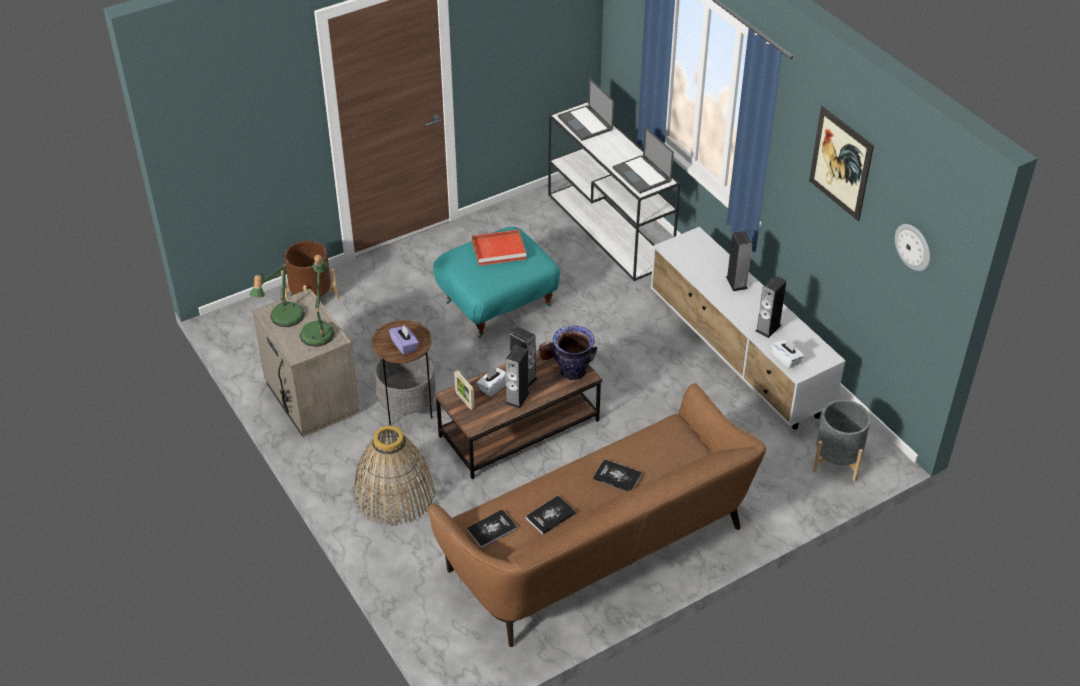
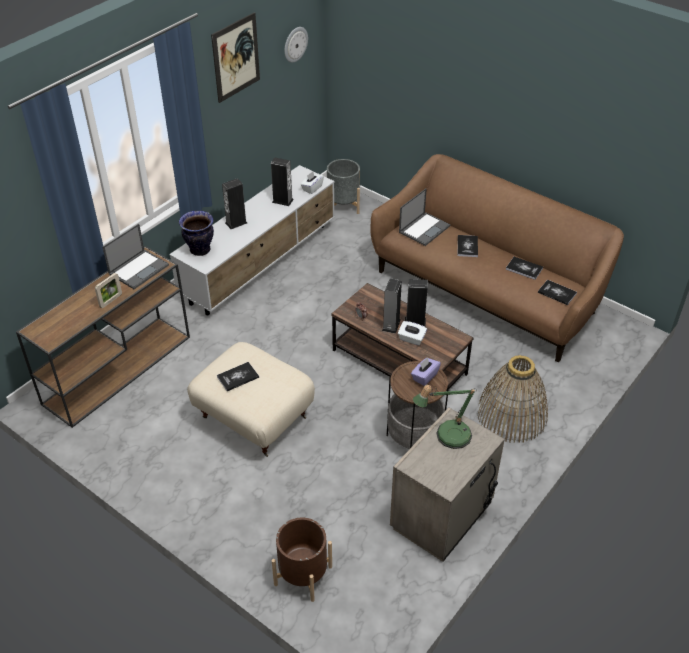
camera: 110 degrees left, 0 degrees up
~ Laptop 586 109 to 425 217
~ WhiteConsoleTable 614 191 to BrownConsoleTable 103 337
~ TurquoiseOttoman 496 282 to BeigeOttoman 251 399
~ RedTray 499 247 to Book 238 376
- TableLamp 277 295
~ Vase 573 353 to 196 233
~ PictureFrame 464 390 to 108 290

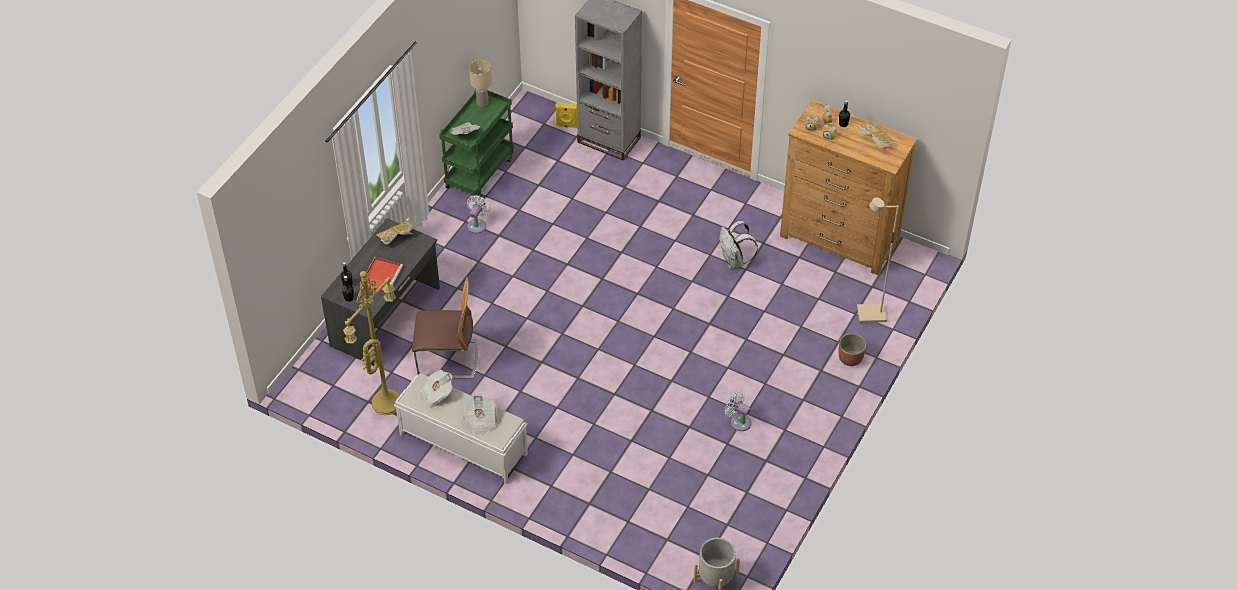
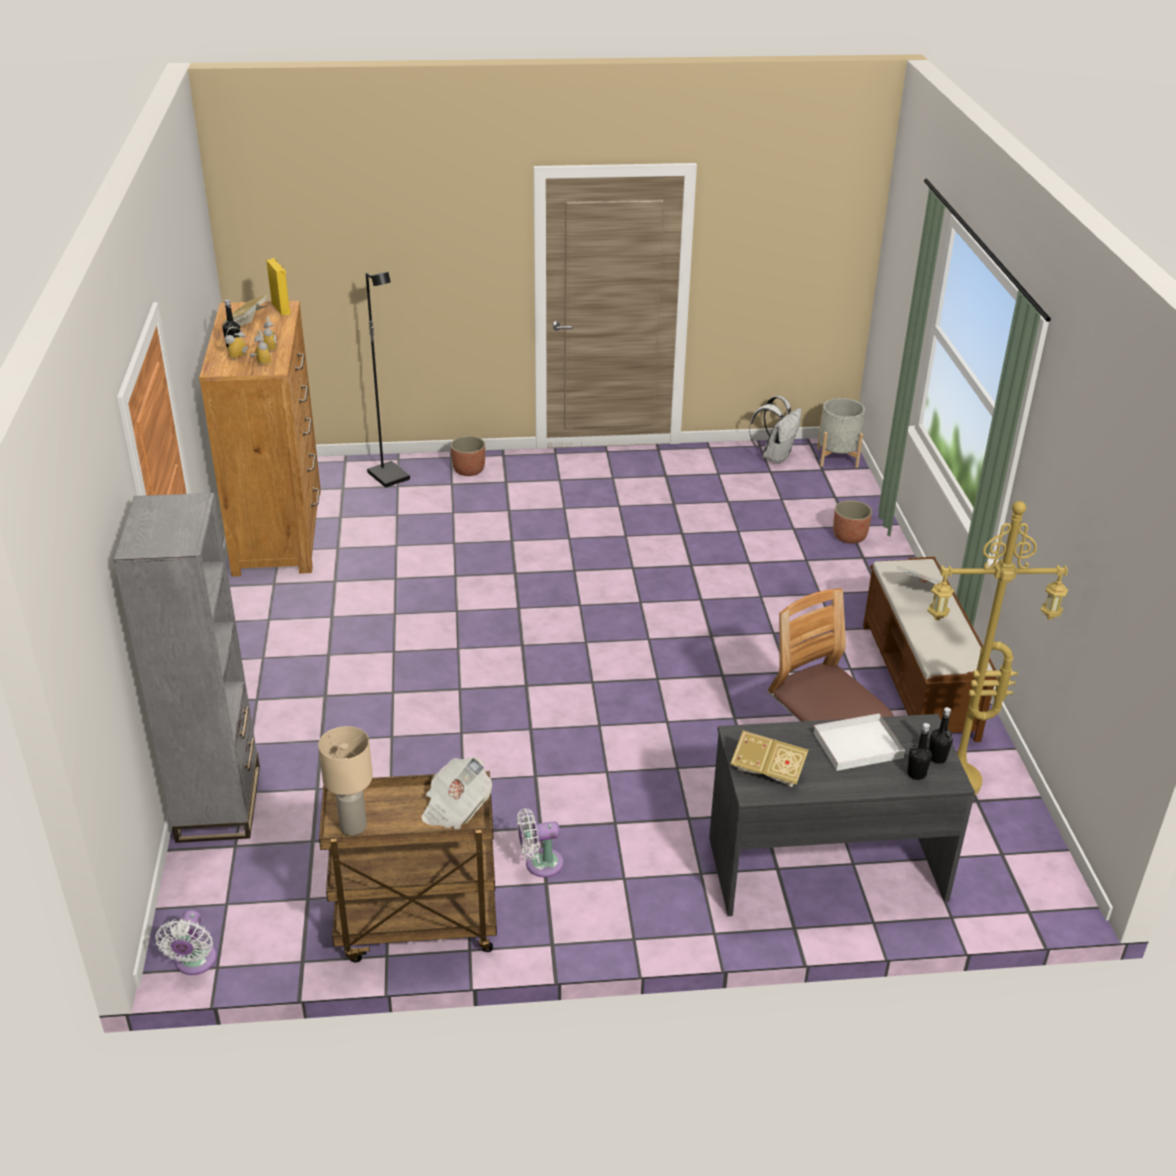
camera: 125 degrees left, 15 degrees down
~ GreenCart 476 144 to BrownCart 408 867
~ YellowSpeaker 566 115 to 278 286
~ BeigeFloorLamp 878 260 to BlackFloorLamp 388 380
~ WhiteBackpack 738 245 to 775 430
~ RedTray 381 275 to WhiteTray 859 742
- Newspaper 435 388
~ WhiteBench 461 428 to BrownBench 930 649
~ WhiteFan 738 411 to 186 942
+ Planter 852 522

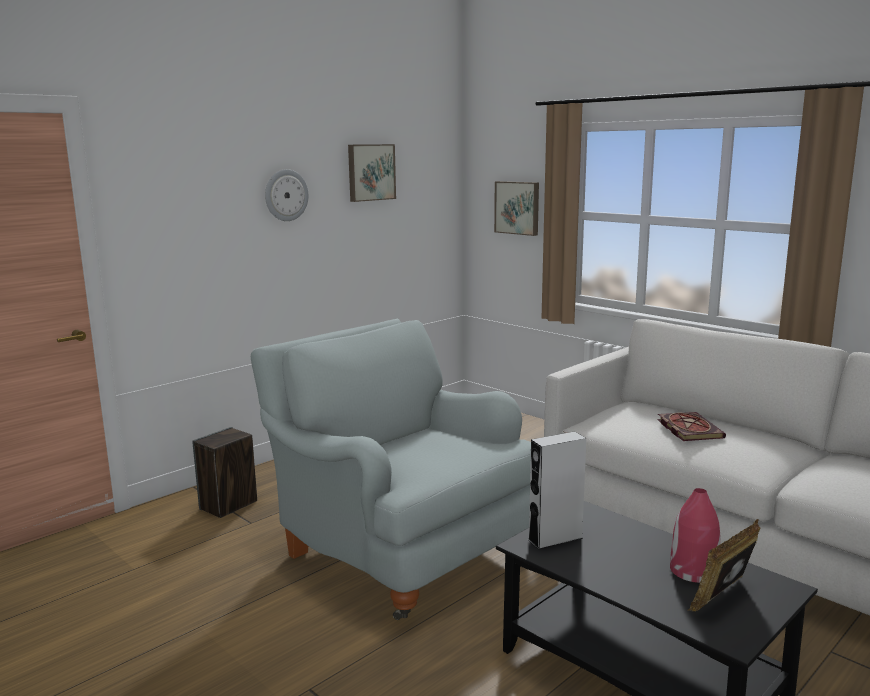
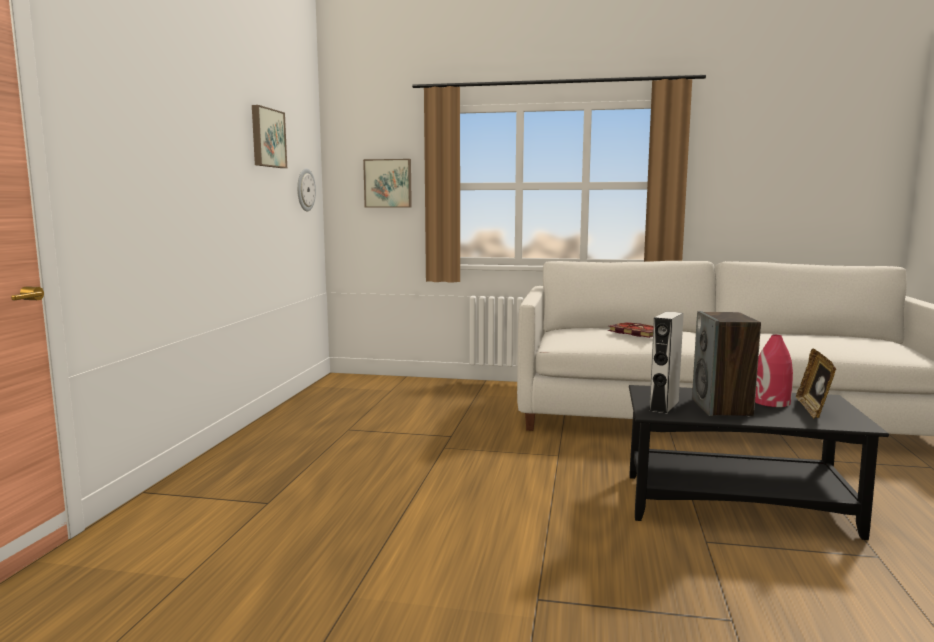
camera: 35 degrees left, 5 degrees down
~ WallClock 287 195 to 306 190
- GreyArmchair 391 469
~ Speaker 224 472 to 726 363

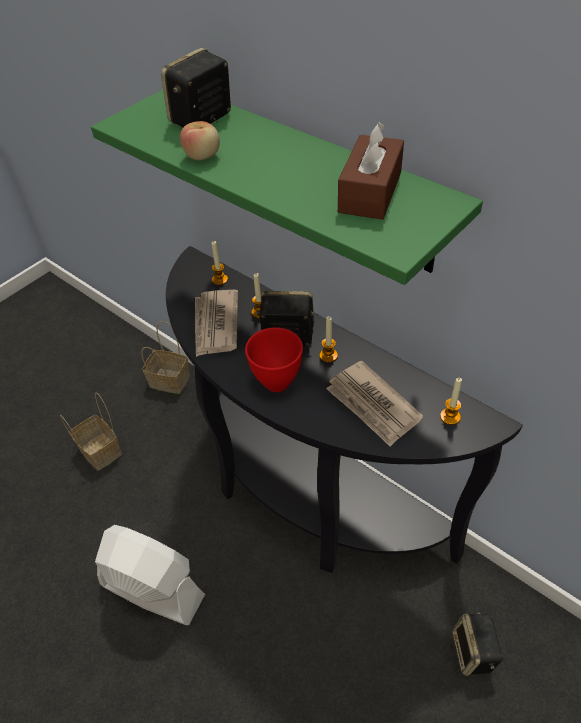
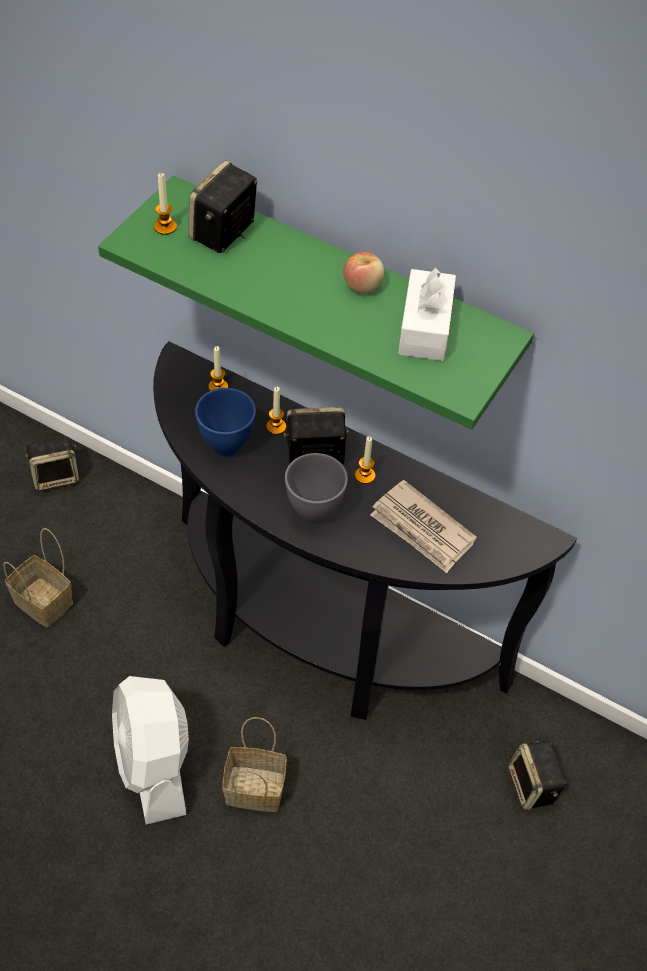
camera: 15 degrees left, 5 degrees up
~ Apple 200 141 to 363 272
~ BrownTissueBox 371 171 to WhiteTissueBox 427 314
~ Newspaper 216 323 to BlueBowl 225 422
~ Basket 165 357 to 254 764
~ RedBowl 274 359 to GreyBowl 316 488
~ Candle 451 401 to 165 204
~ WhiteFan 150 575 = 150 750 120 degrees counterclockwise
+ Speaker 52 463

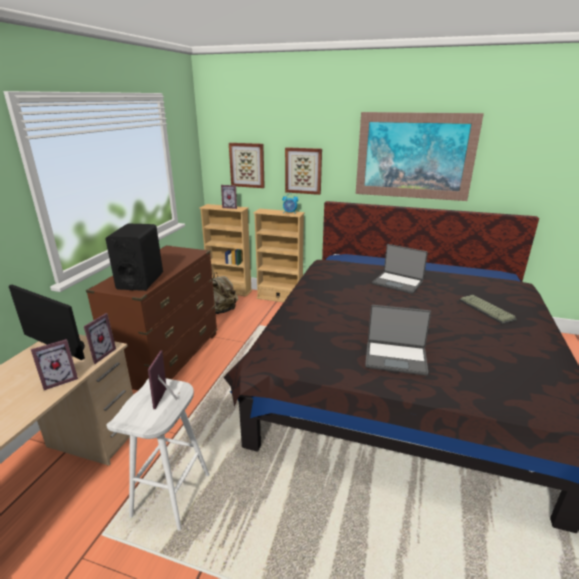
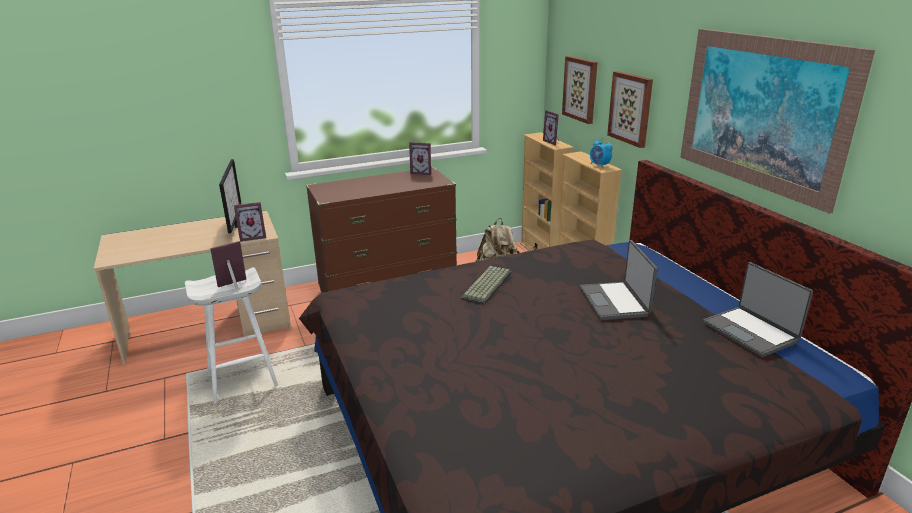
camera: 50 degrees right, 0 degrees up
- BlackSpeaker 134 257
~ Keyboard 488 310 to 486 285
~ Laptop 398 340 to 758 309
~ PictureFrame 54 364 to 420 159

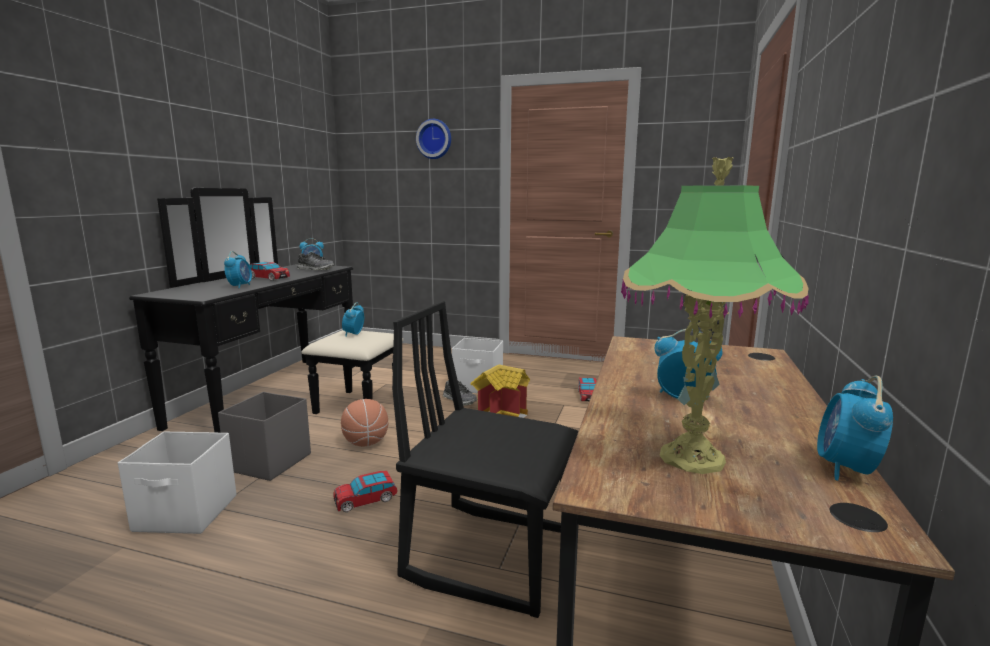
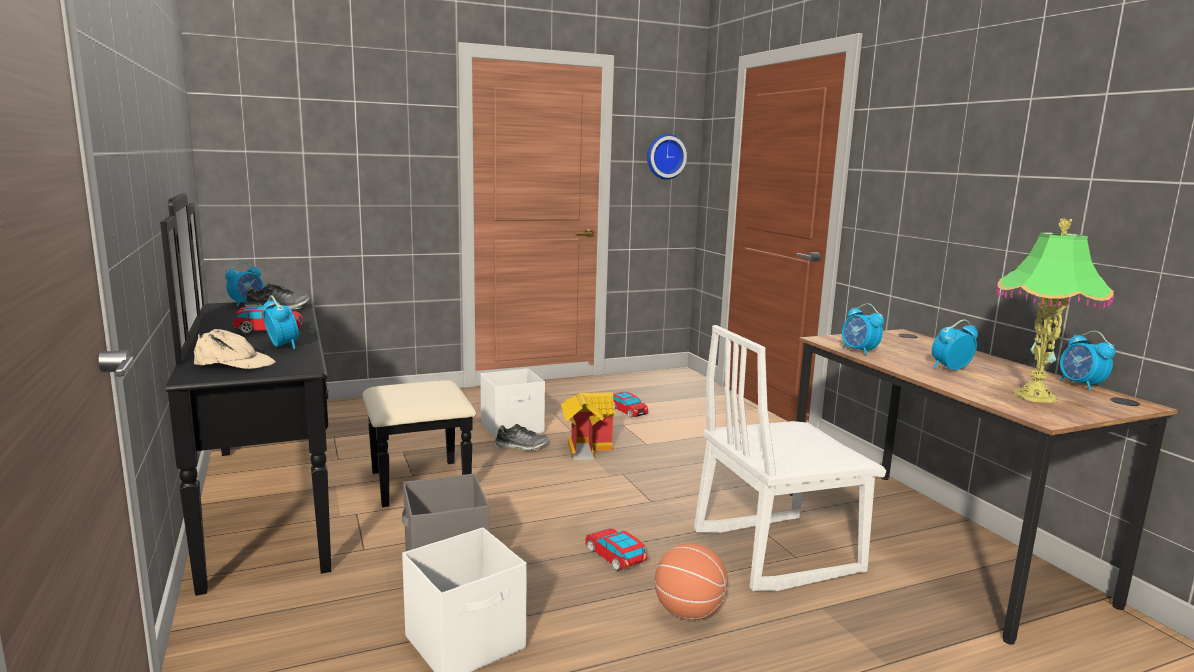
camera: 40 degrees left, 0 degrees up
~ WallClock 433 139 to 667 157
~ BlackChair 485 459 to WhiteChair 790 458
~ AlarmClock 353 319 to 863 329
~ Basketball 364 423 to 691 581
~ ToyCar 365 491 = 616 549 120 degrees clockwise
+ BeigeCap 235 349

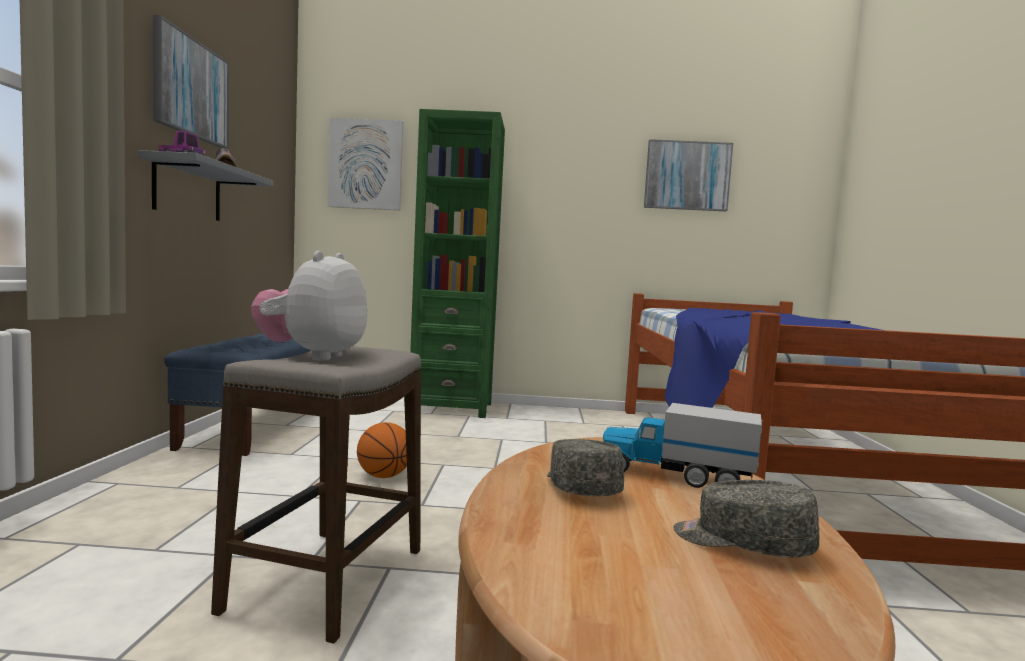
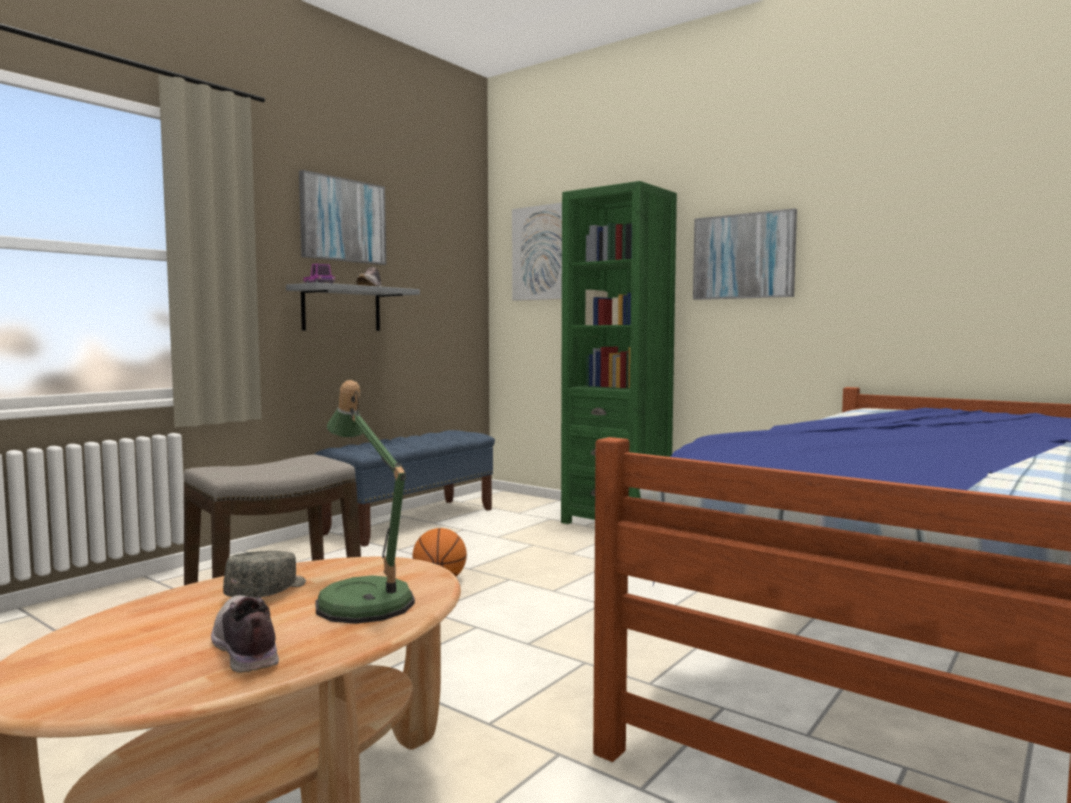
camera: 35 degrees right, 0 degrees up
~ Picture 688 175 to 745 254
- PlushToy 309 306
~ ToyTruck 682 445 to TableLamp 365 502
~ GreyCap 746 518 to Shoe 245 634

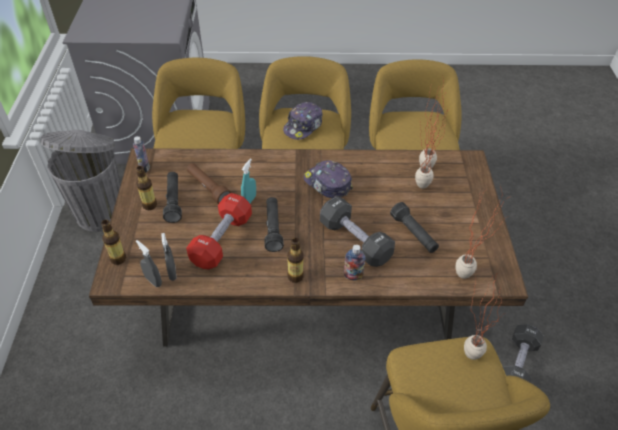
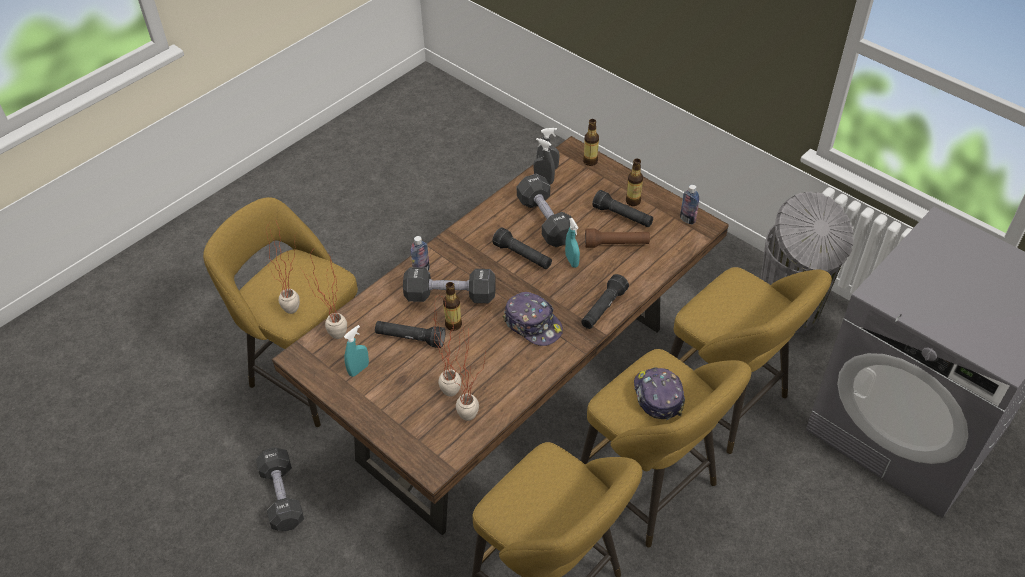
camera: 135 degrees right, 0 degrees up
~ Cap 328 179 = 533 319 45 degrees clockwise
~ RedDumbbell 219 231 to BlackDumbbell 547 210
~ Bottle 295 260 to 452 306
+ BlackFlashlight 605 301
+ TurquoiseSprayBottle 356 351

